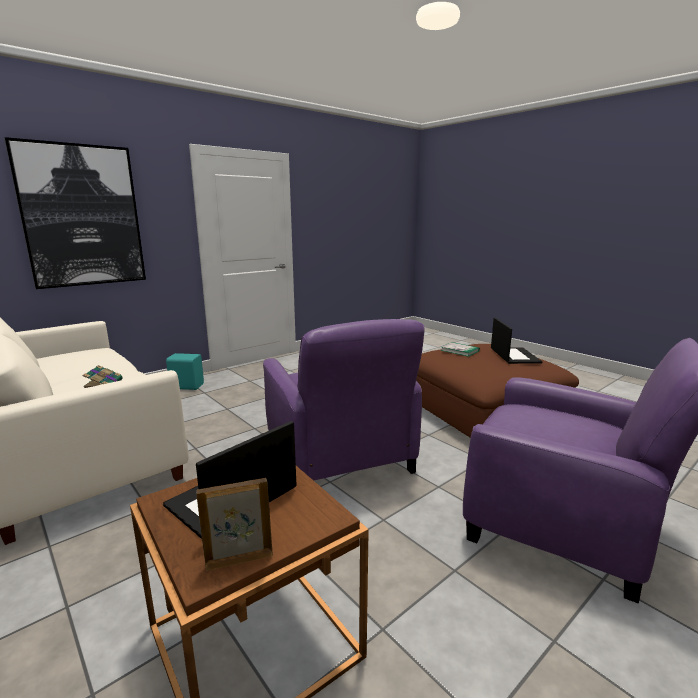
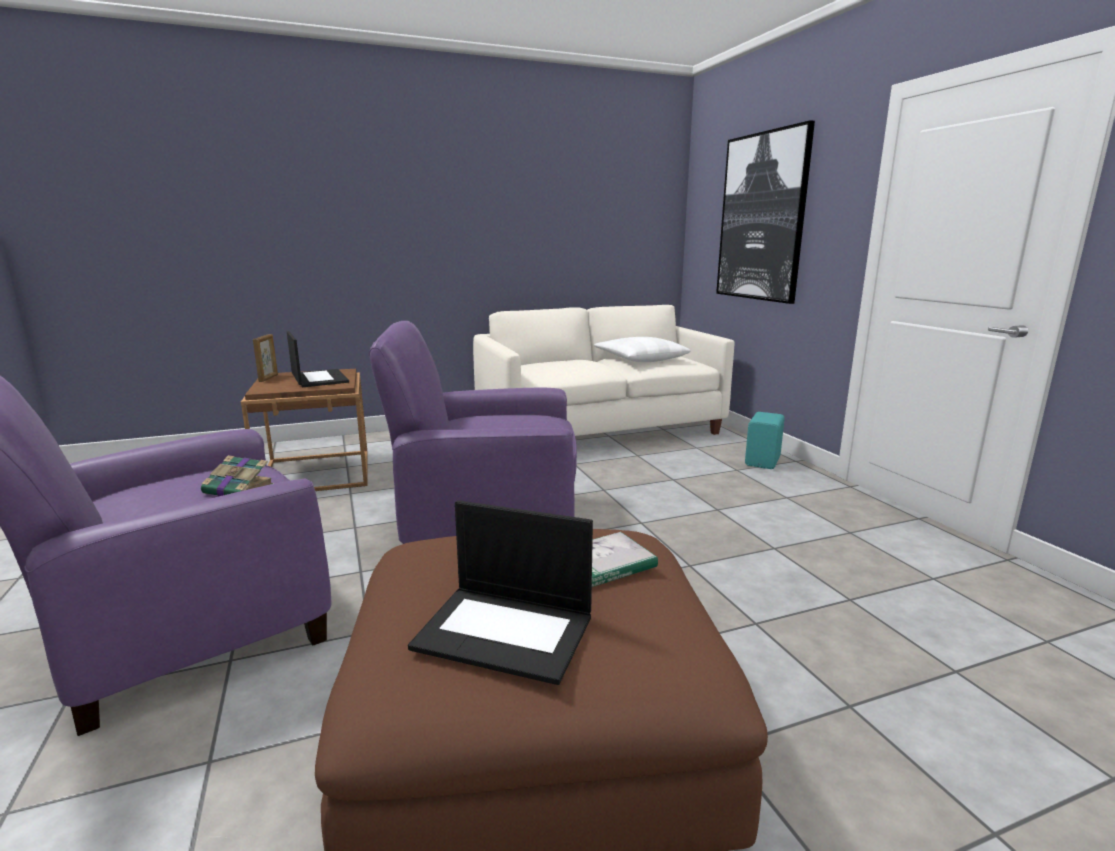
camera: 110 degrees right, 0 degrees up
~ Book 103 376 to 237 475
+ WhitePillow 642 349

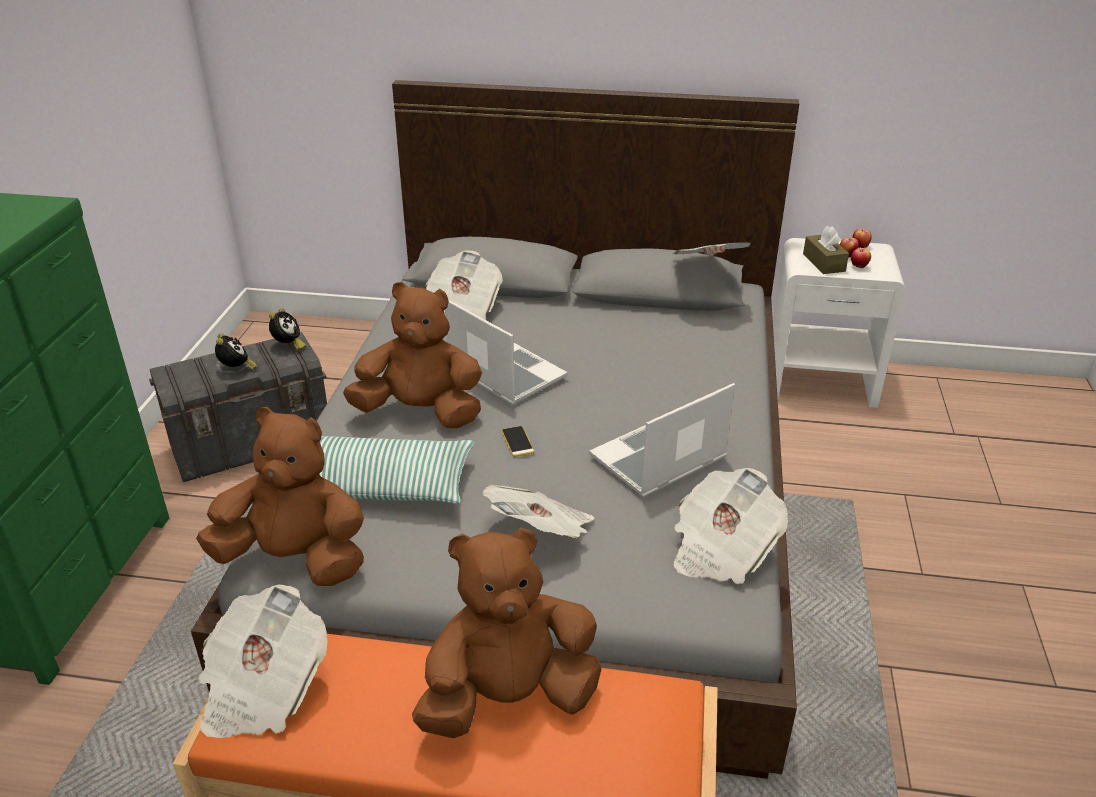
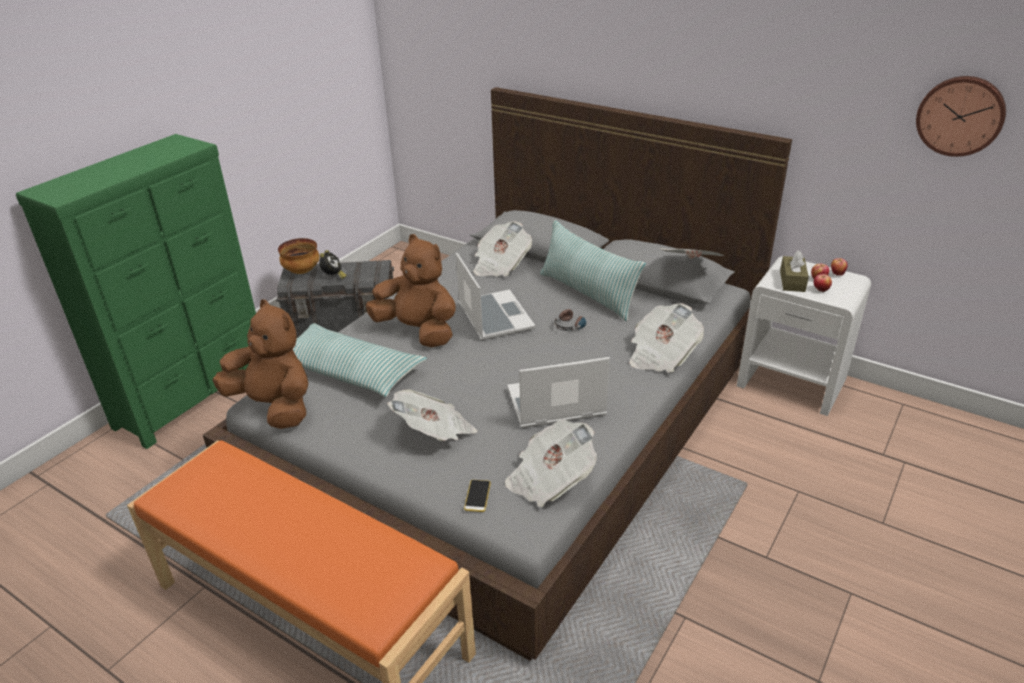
camera: 25 degrees right, 0 degrees up
- AlarmClock 287 329
~ Phone 517 441 to 477 496
- BrownPlushToy 506 632
~ Newspaper 263 661 to 667 338
+ WallClock 961 116
+ Pillow 593 270
+ Bowl 298 256
+ Headphones 572 320

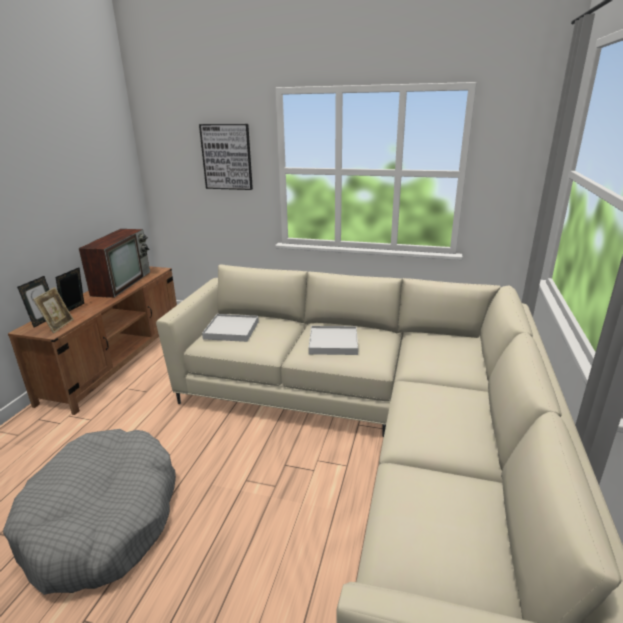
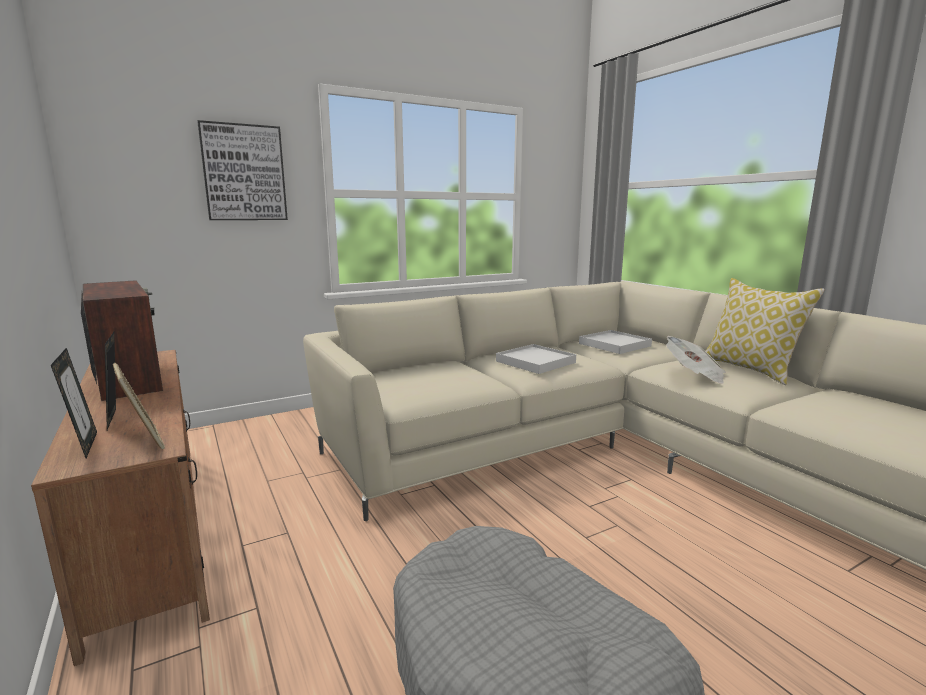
camera: 45 degrees left, 10 degrees down
~ WhiteTray 230 328 to 615 342
+ Pillow 765 331
+ Newspaper 696 360

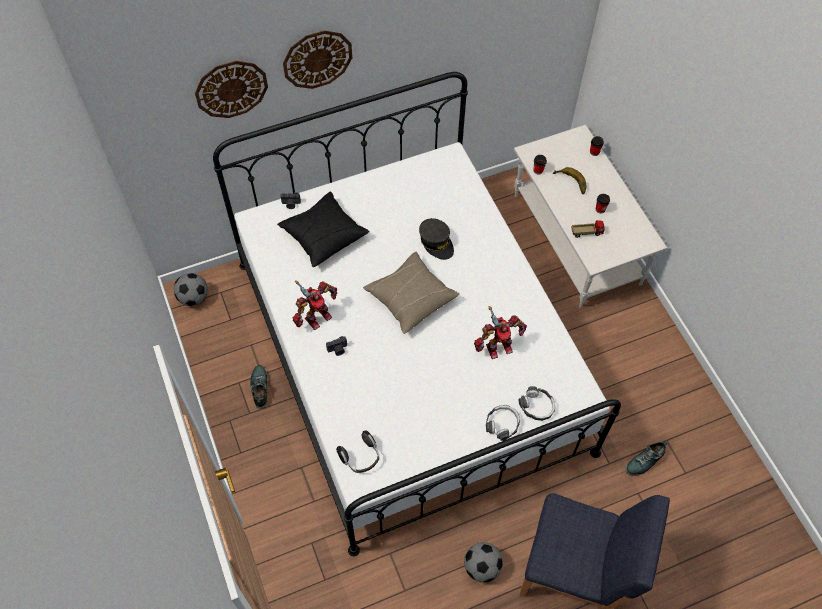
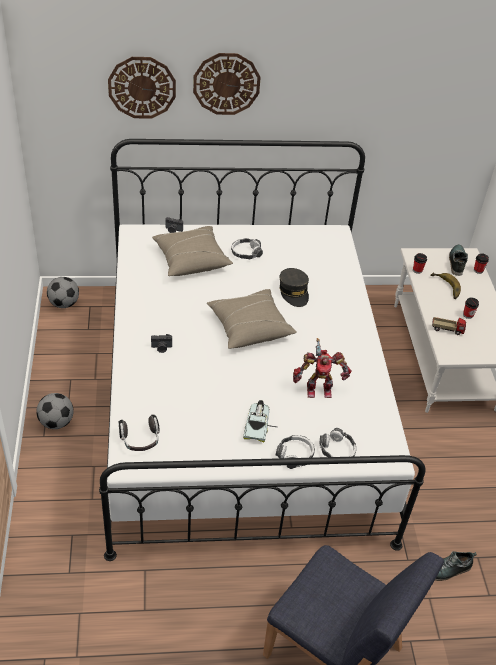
camera: 15 degrees right, 15 degrees down
~ BlackPillow 323 229 to BeigePillow 192 251
- ToyRobot 314 305
~ Shoe 258 387 to 458 260
~ Football 483 562 to 55 411
+ Headphones 247 248
+ ToyCar 260 421

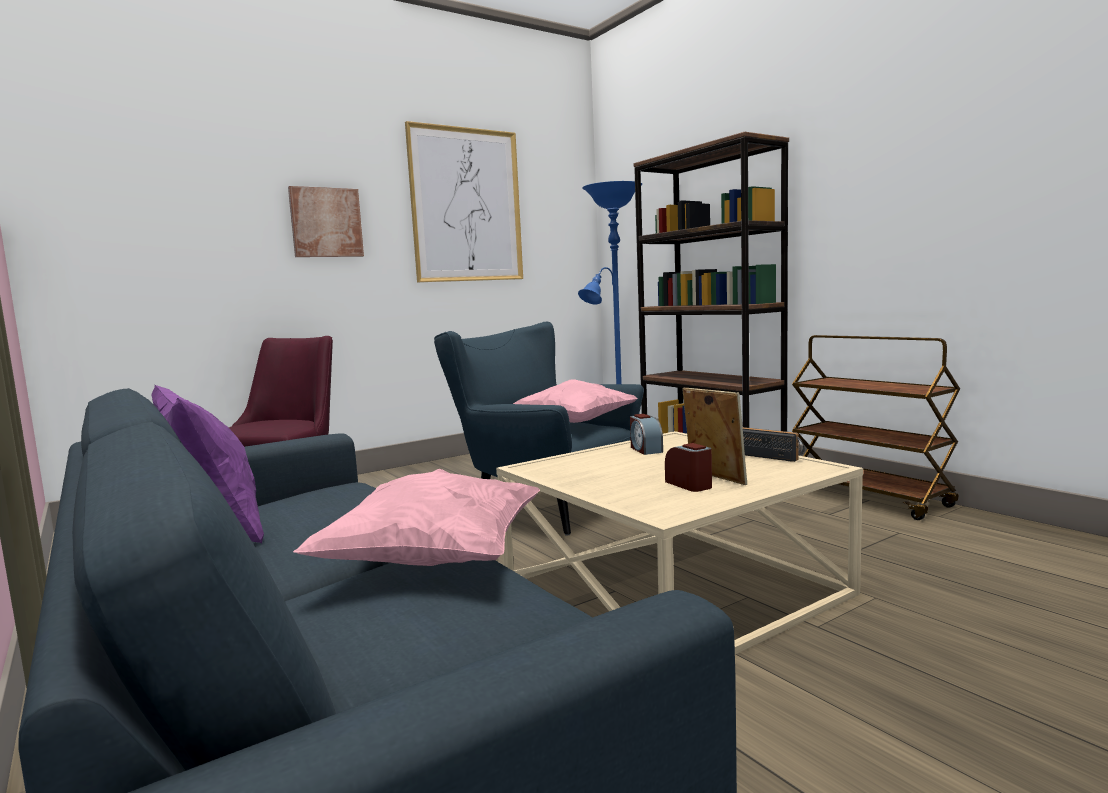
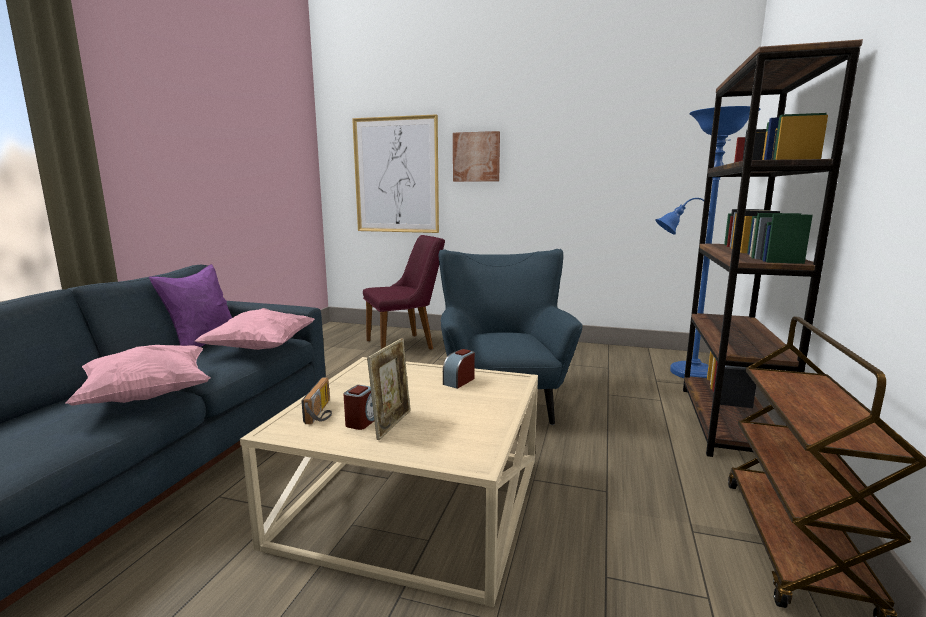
camera: 50 degrees right, 5 degrees up
~ Picture 464 201 to 395 173
~ PinkPillow 575 401 to 255 329
~ Radio 774 444 to 316 400

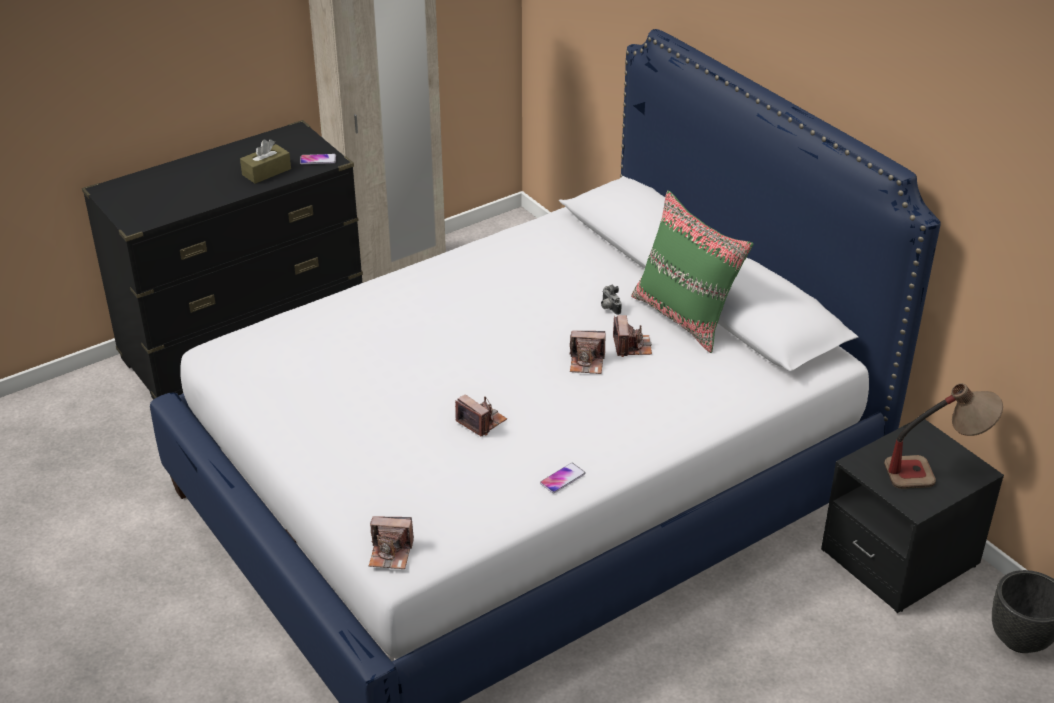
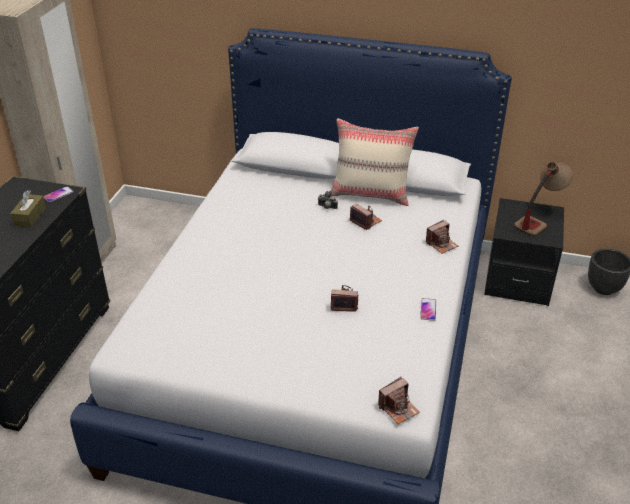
camera: 40 degrees left, 0 degrees up
~ GreenPillow 692 271 to BeigePillow 375 162
~ PhotoCamera 587 352 to 442 237

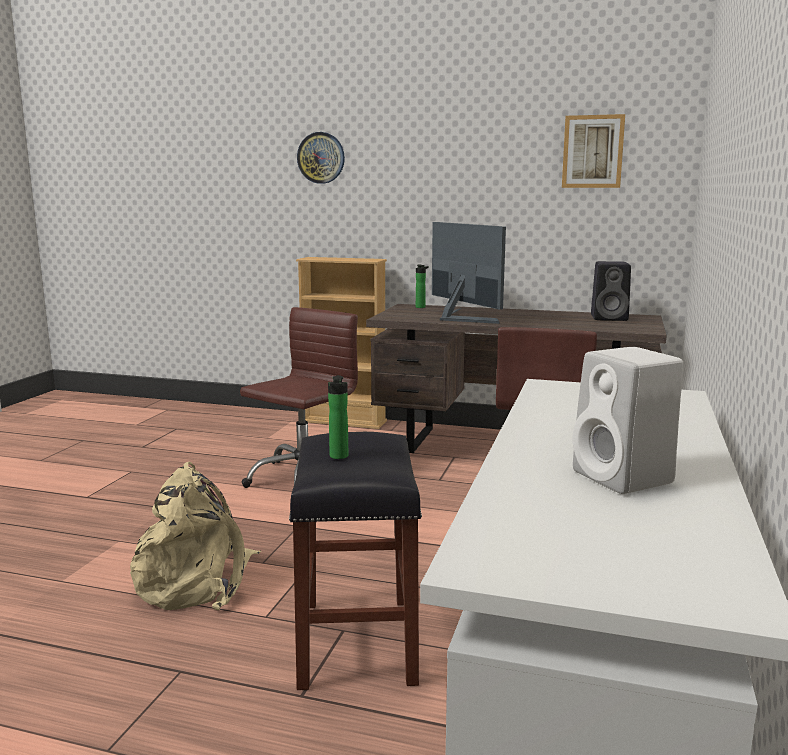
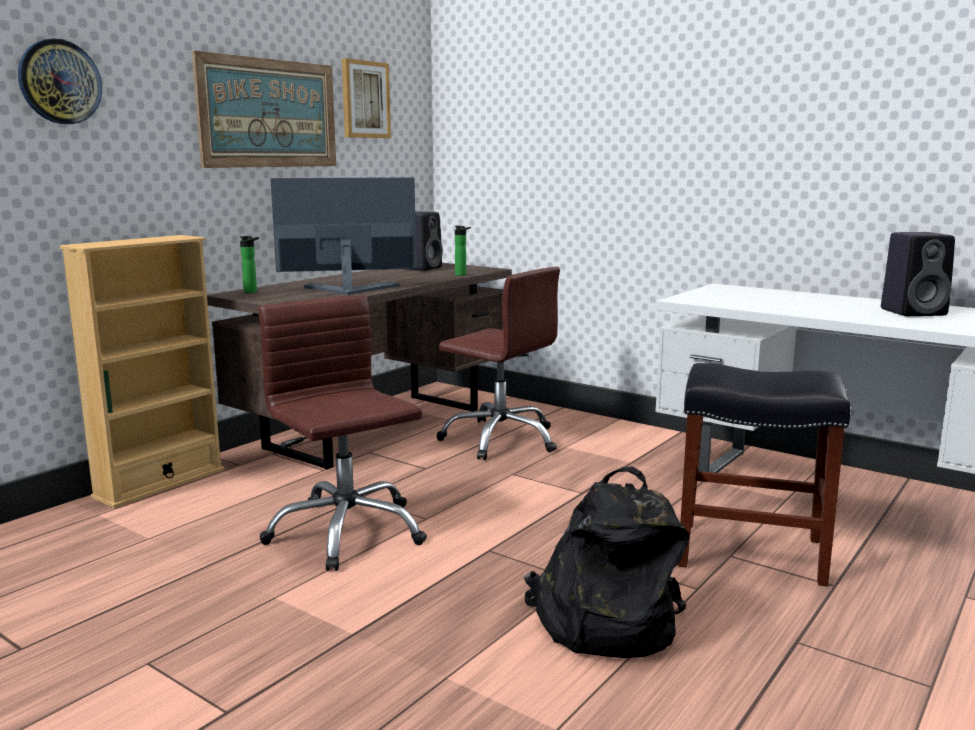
camera: 70 degrees left, 0 degrees up
~ WhiteSpeaker 628 420 to BlackSpeaker 918 274
~ Bottle 338 417 to 463 251
~ BeigeBackpack 195 535 to BlackBackpack 606 562
+ Picture 264 109

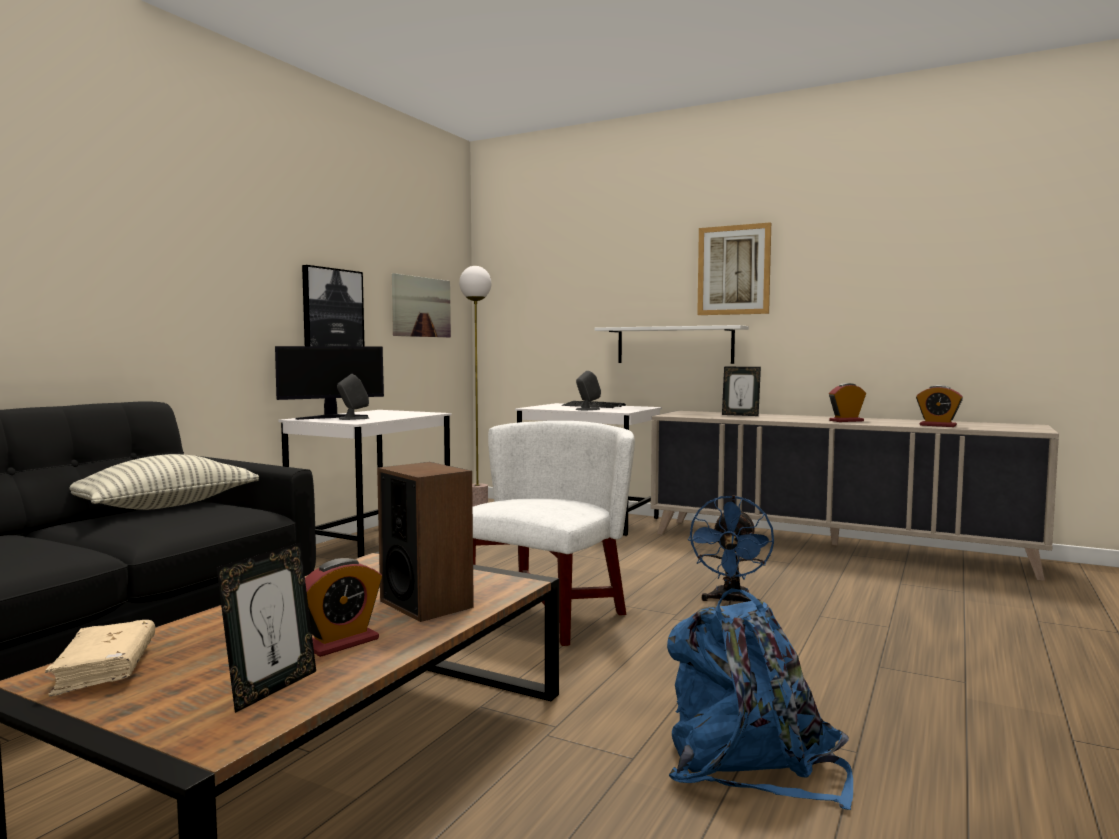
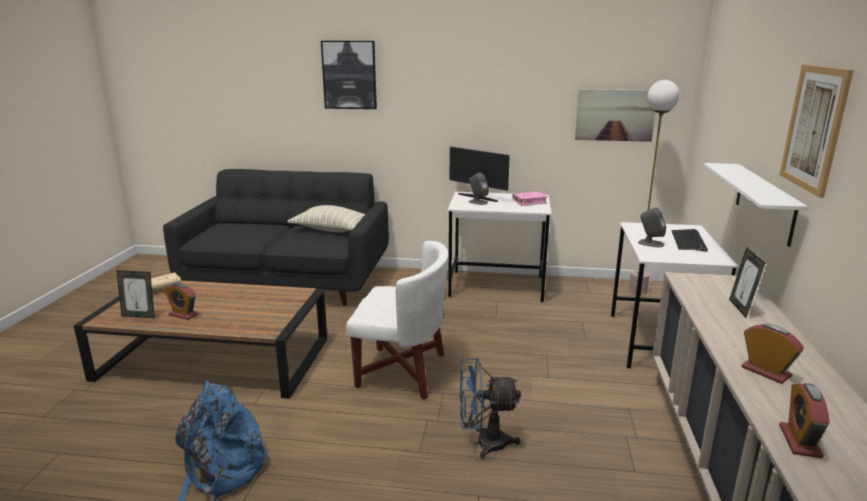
camera: 70 degrees right, 15 degrees up
~ Picture 333 306 to 349 75
- Speaker 425 542
+ PinkBook 530 198

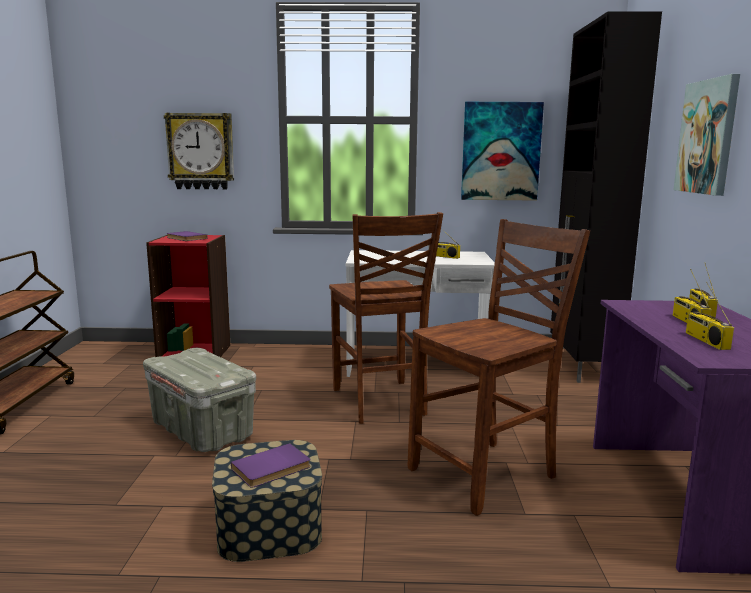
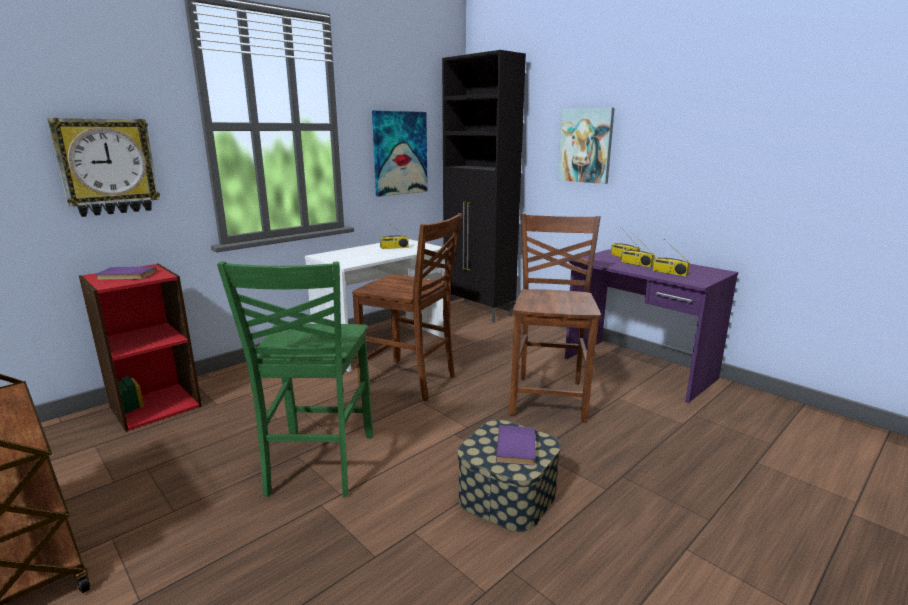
camera: 45 degrees left, 5 degrees up
~ GreyStorageBox 199 400 to GreenChair 295 379

